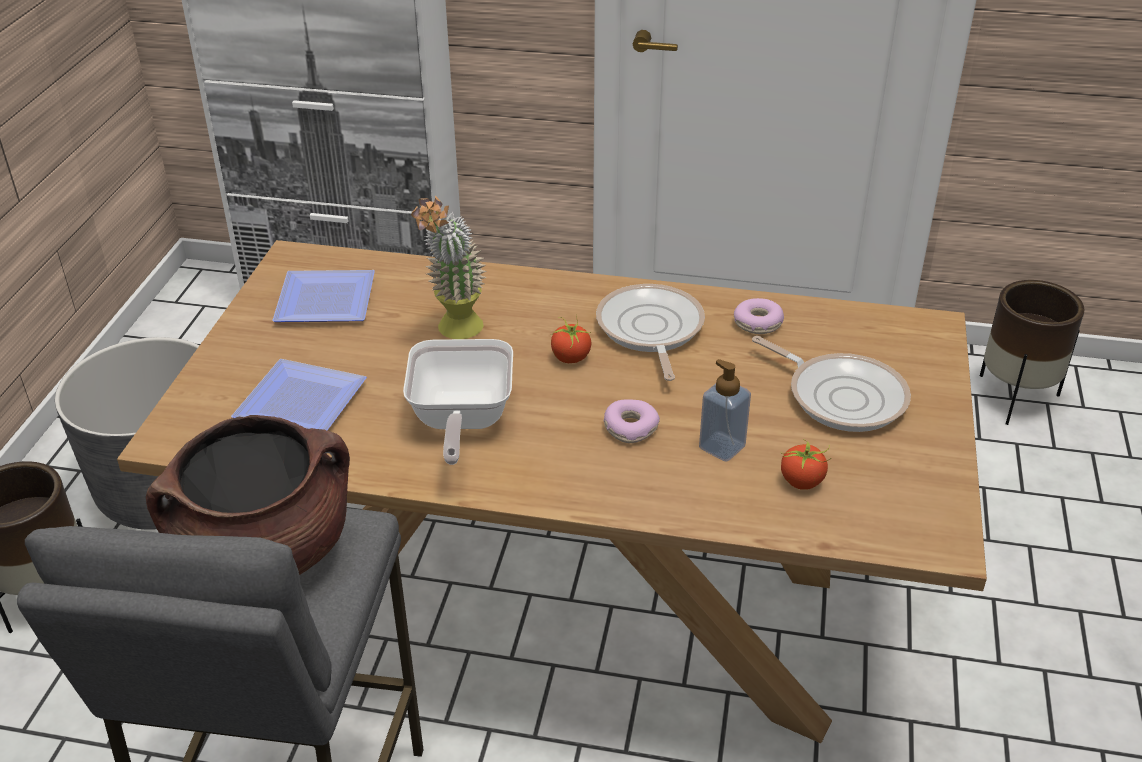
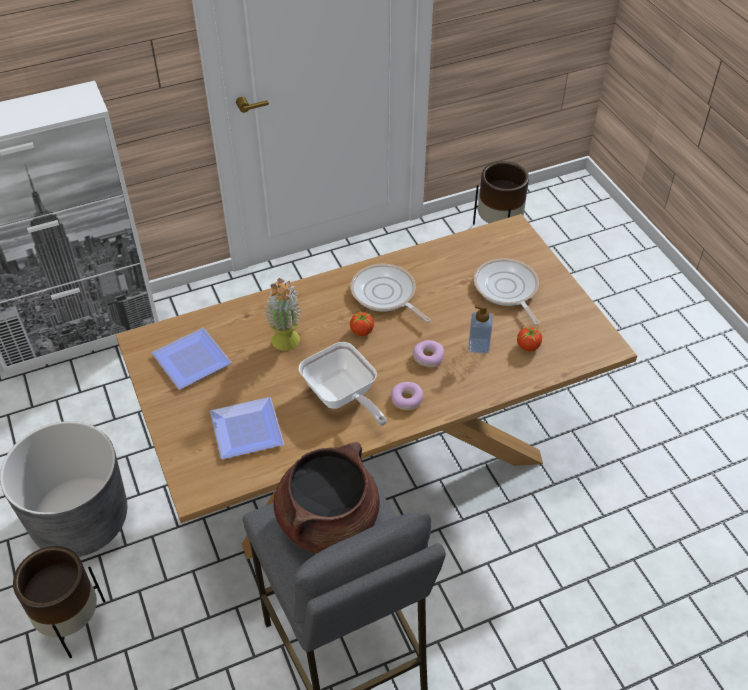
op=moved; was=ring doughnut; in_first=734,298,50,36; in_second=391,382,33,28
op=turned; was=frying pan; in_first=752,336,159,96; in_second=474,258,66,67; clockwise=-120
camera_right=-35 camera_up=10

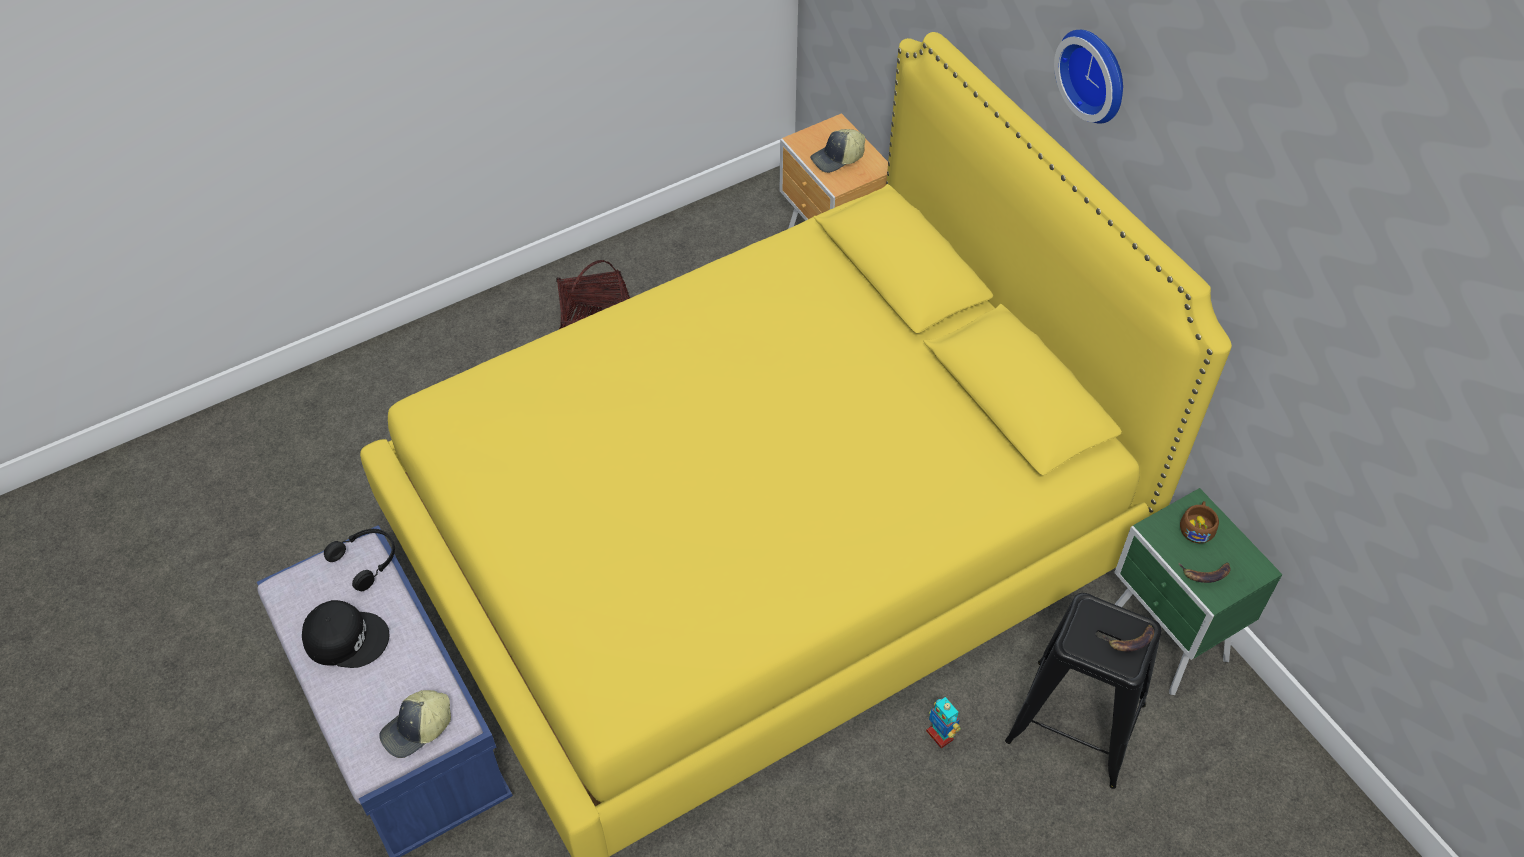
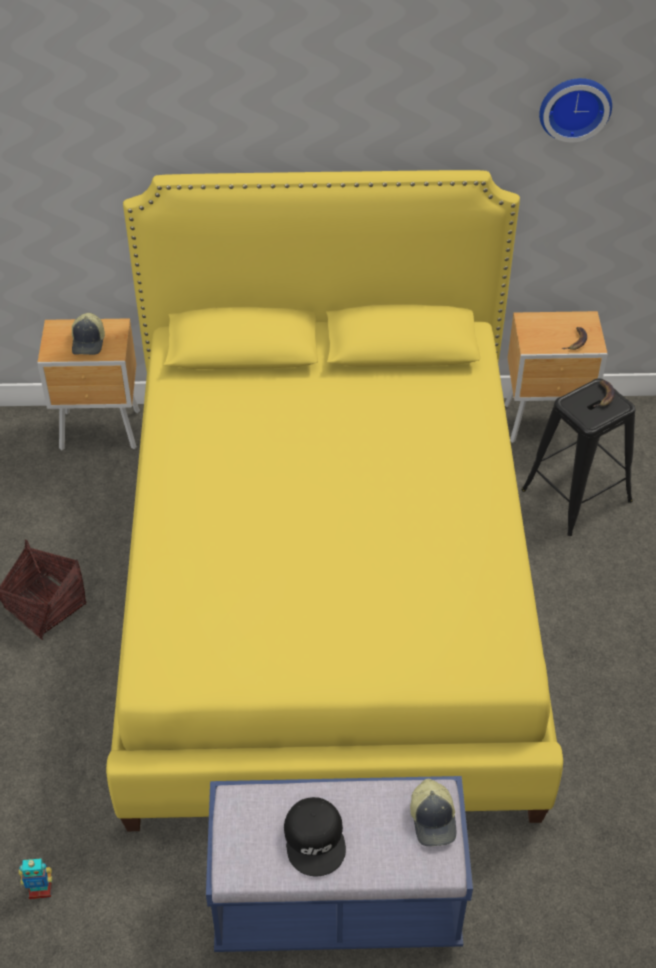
op=moved; was=clock on the wall; in_first=1054,30,69,94; in_second=539,78,73,64
op=recoloured; was=nightstand (green); now=nightstand (brown); in_first=1114,488,169,207; in_second=505,311,103,132
op=removed; was=cup (brown); in_first=1180,501,39,42
op=removed; was=headphones (black-coloured); in_first=324,529,71,62
op=turned; was=peaked cap (black-coloured); in_first=302,600,88,68; in_second=284,797,62,79; clockwise=135
op=moved; was=toy robot; in_first=926,697,35,51; in_second=19,858,33,41
camera_right=-60 camera_up=-5

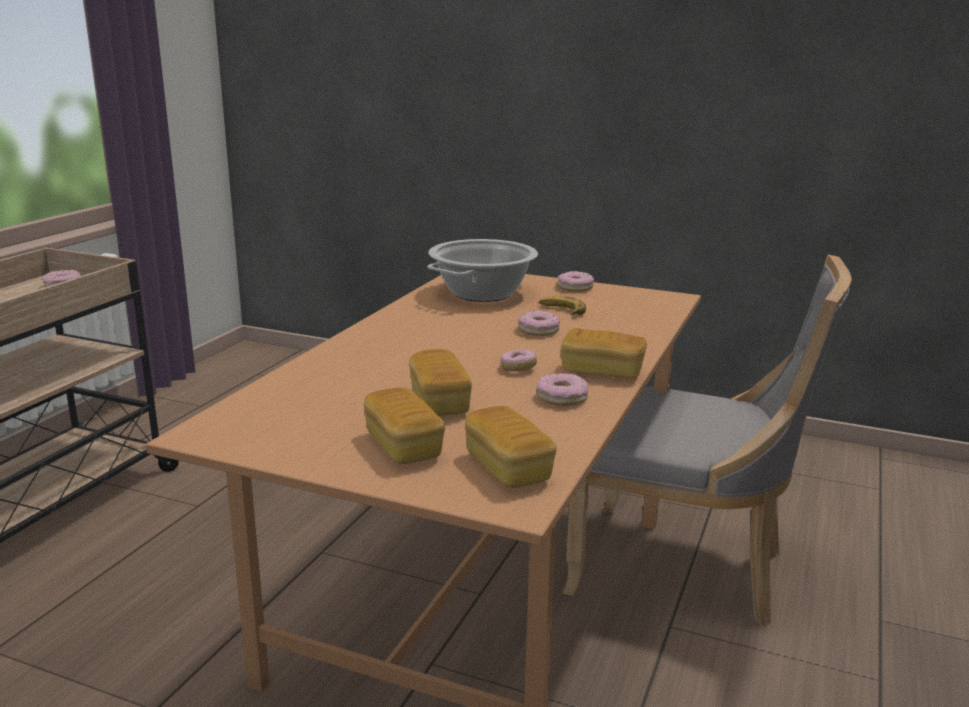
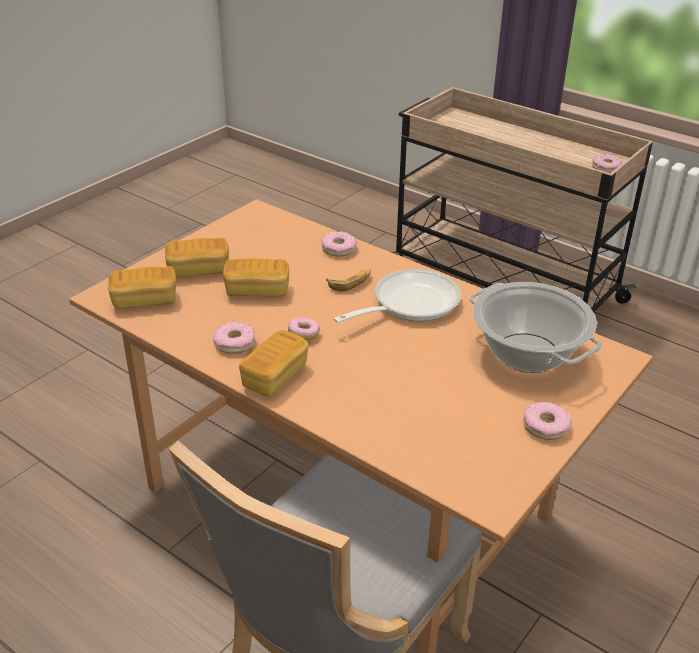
op=moved; was=banana; in_first=539,296,47,19; in_second=326,269,45,22
op=moved; was=ring doughnut; in_first=518,311,42,25; in_second=321,231,36,25
op=added; now=frying pan; in_second=334,269,127,54
camera_right=105 camera_up=15

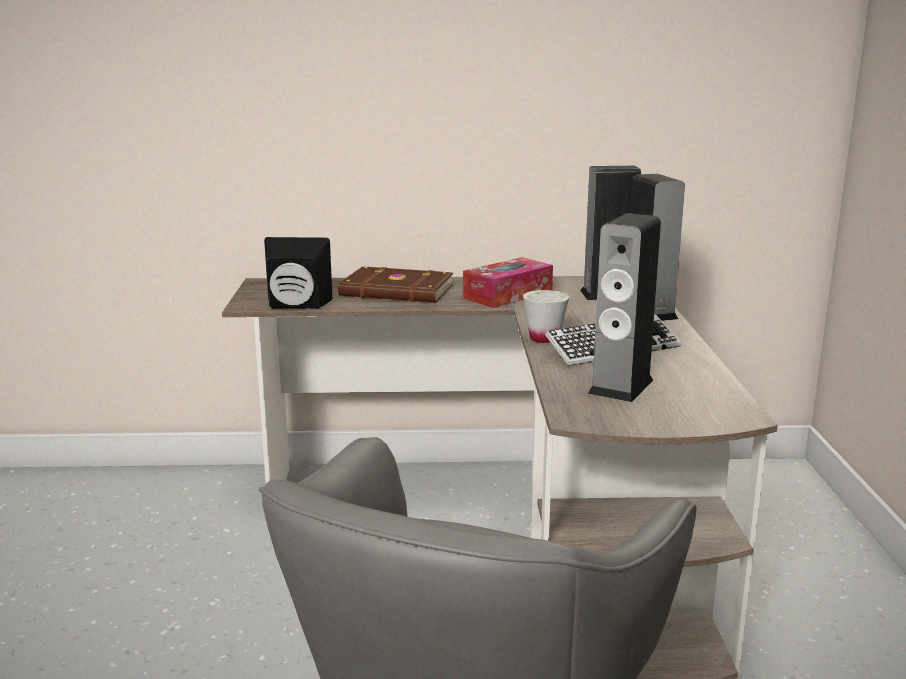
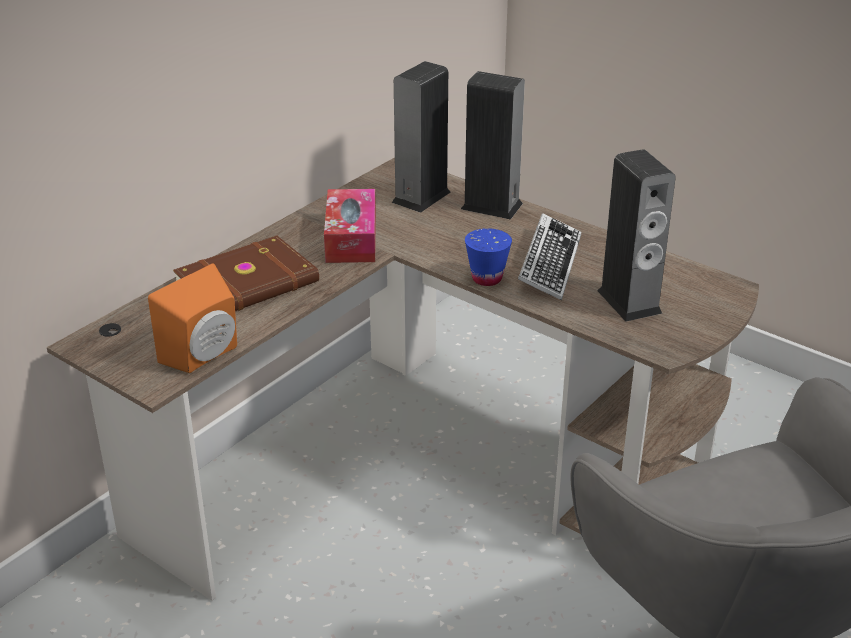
op=recoloured; was=audio speaker (black-coloured); now=audio speaker (orangey); in_first=264,237,68,72; in_second=148,263,89,110
op=recoloured; was=cup (white); now=cup (bluish); in_first=523,290,46,53; in_second=465,228,47,58
camera_right=-50 camera_up=15

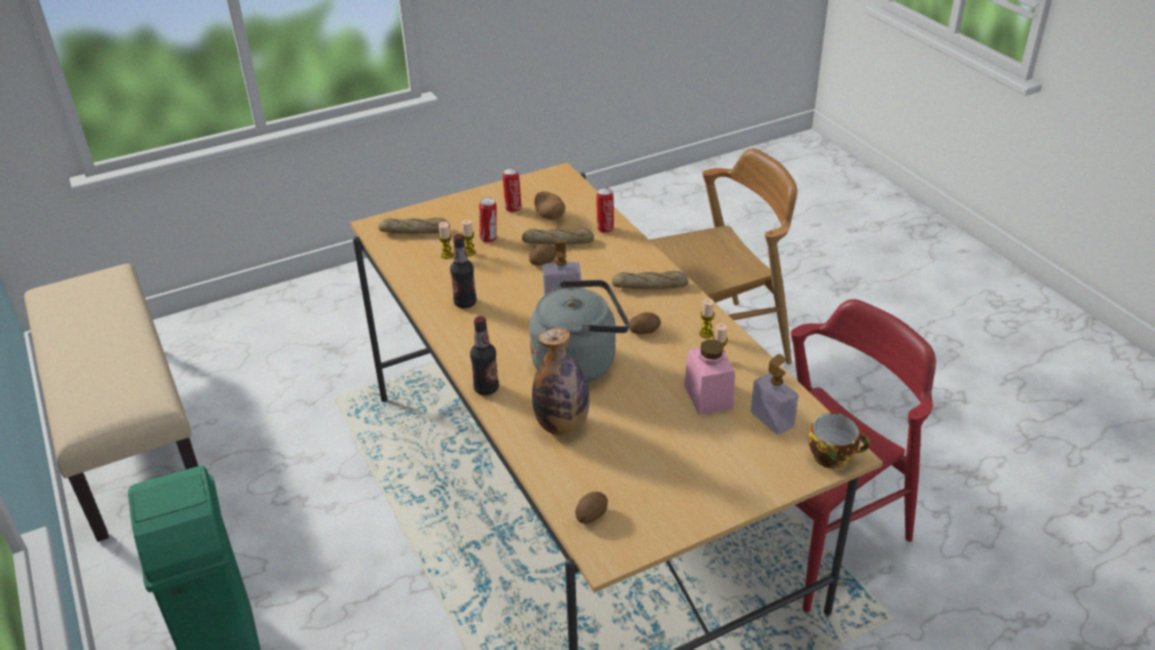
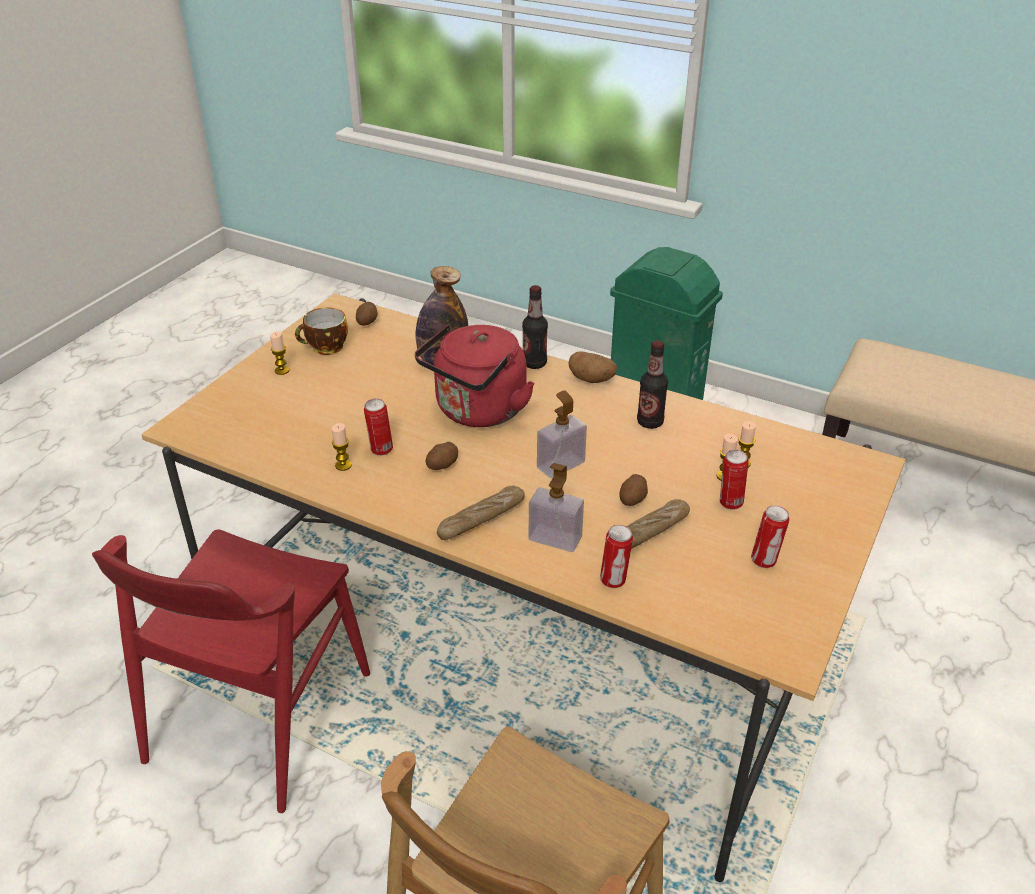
op=moved; was=potato; in_first=534,191,31,29; in_second=569,351,48,32
op=removed; was=bakery bread; in_first=378,217,72,17
op=recoloured; was=kettle (greyish); now=kettle (reddish); in_first=529,280,101,103; in_second=415,325,120,102
op=moved; was=wax candle; in_first=700,298,15,40; in_second=270,331,19,44
op=removed; was=preserve jar (pinkish); in_first=684,339,51,76
op=moved; was=liquid soap bottle; in_first=751,354,47,81; in_second=529,463,55,89
op=moved; was=cup; in_first=808,413,62,56; in_second=295,307,53,48
op=added; now=metal can; in_second=364,398,29,58
camera_right=145 camera_up=0

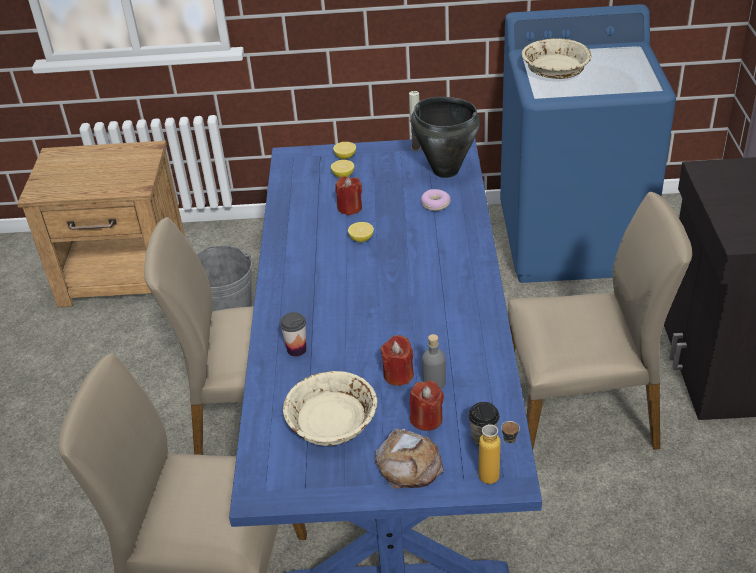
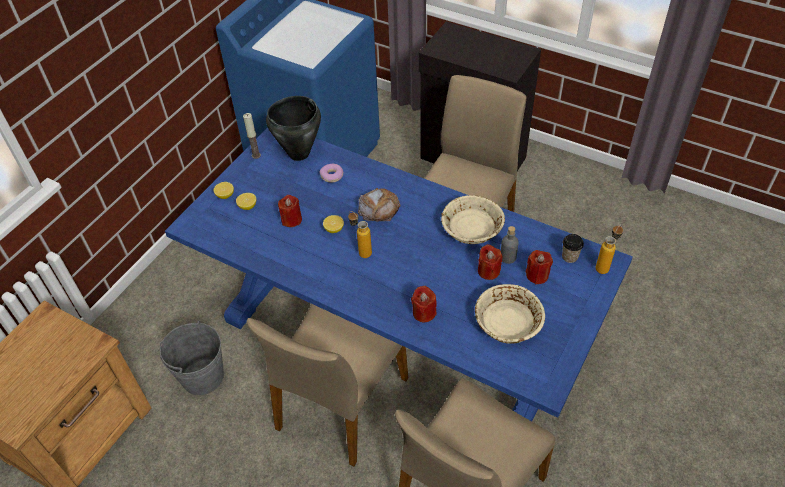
op=moved; was=bowl (sand-coloured); in_first=522,38,69,41; in_second=441,195,64,49
op=replaced; was=cup; now=wax candle (reddish); in_first=280,312,26,45; in_second=411,286,26,37
op=moved; was=bakery bread; in_first=374,428,70,61; in_second=358,188,42,34
op=added; now=beverage bottle; in_second=348,211,24,47
camera_right=-60 camera_up=10

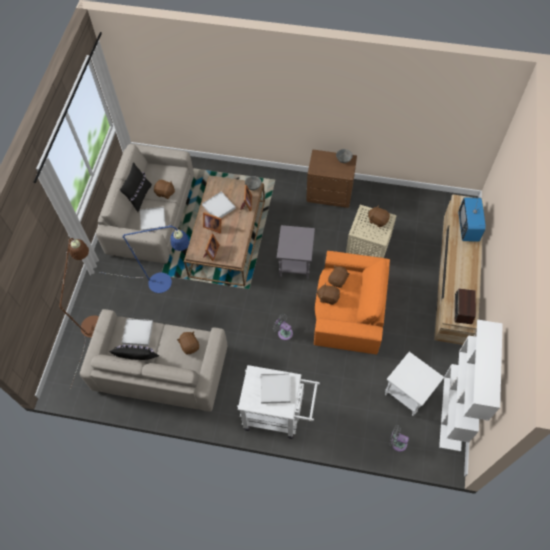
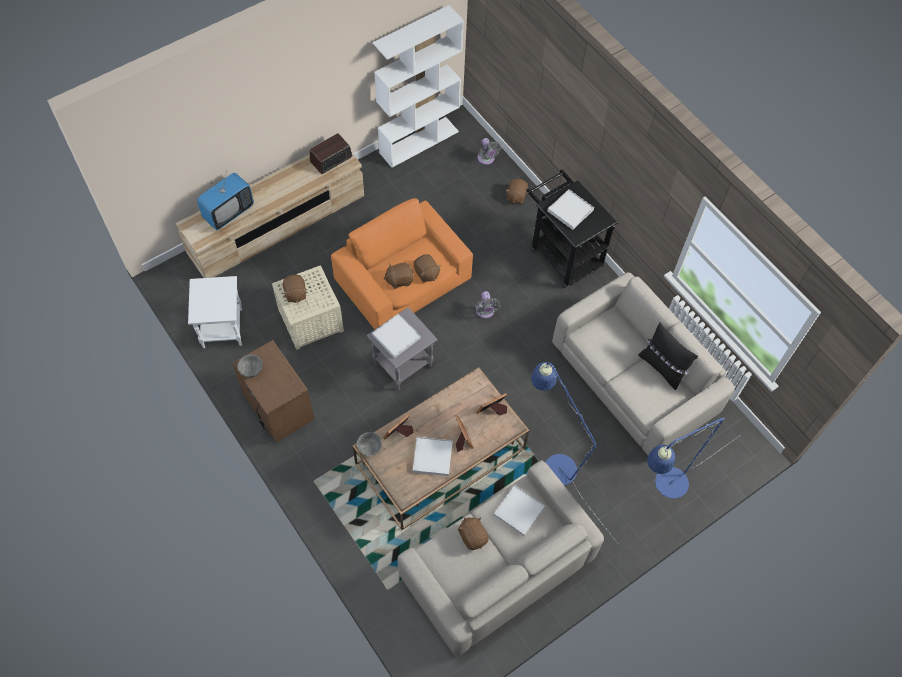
op=removed; was=pillow (black-coloured); in_first=120,162,32,50
op=recoloured; was=standing lamp (brown); now=standing lamp (bluish); in_first=59,238,40,148; in_second=647,418,94,81
op=moved; was=serving tray (white); in_first=122,318,31,28; in_second=372,313,49,45
op=moved; was=soft toy (brown); in_first=177,332,22,23; in_second=506,179,22,25
op=moved; was=accent table (white); in_first=385,352,59,64; in_second=188,276,54,72
op=recoloured; was=wheeled cart (white); now=wheeled cart (black-coloured); in_first=237,365,83,74; in_second=527,169,91,119
camera_right=-140 camera_up=0

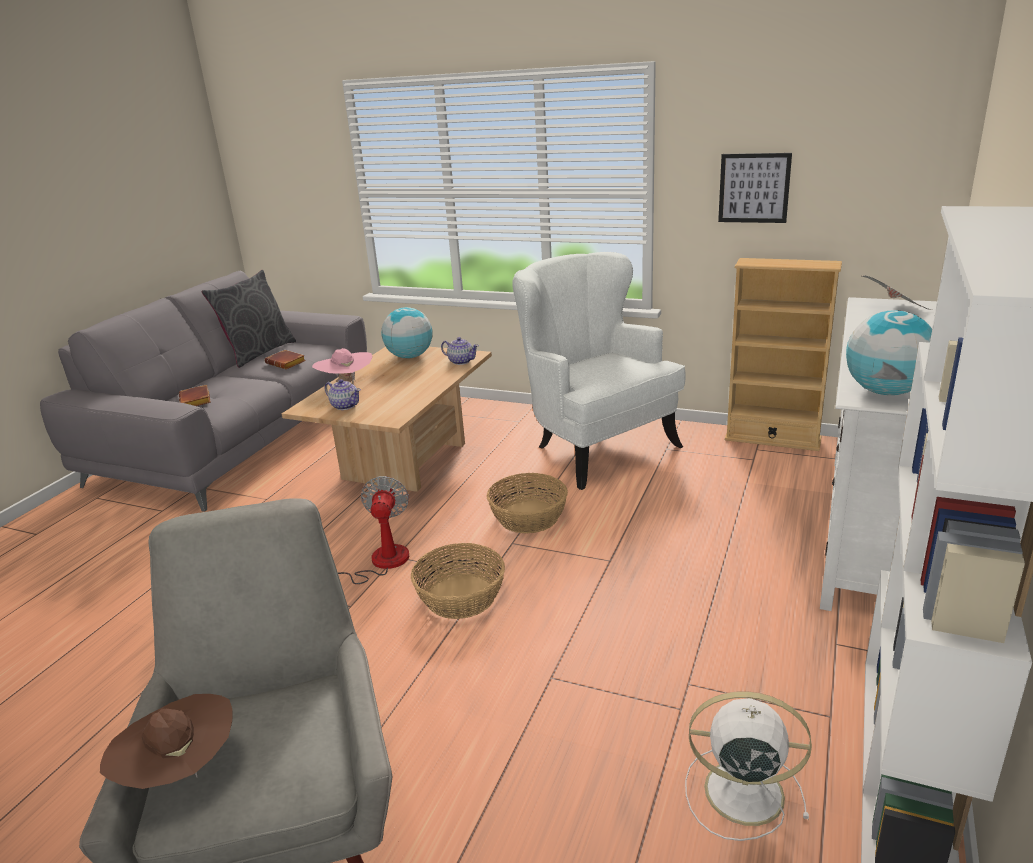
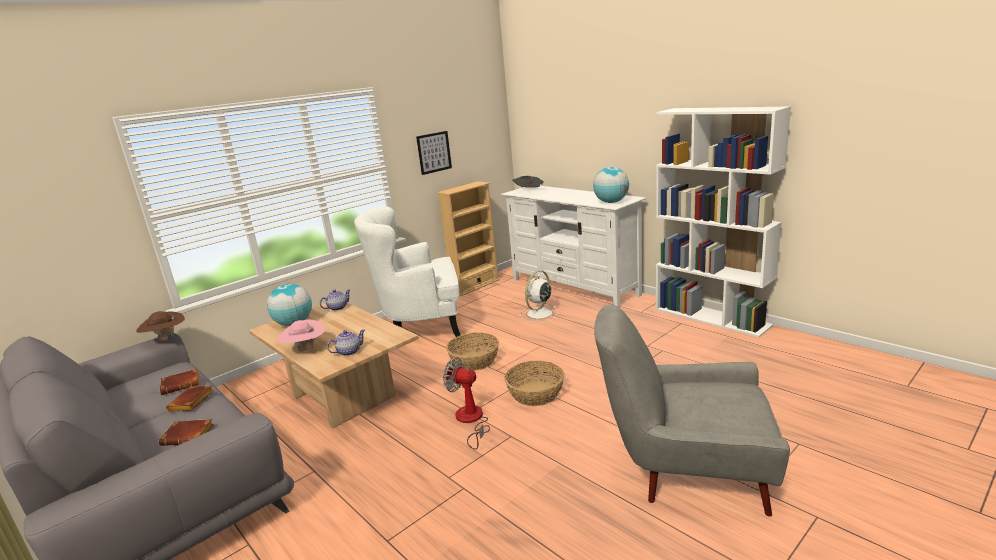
op=removed; was=pillow (greyish); in_first=202,270,94,98
op=moved; was=cooling fan (white); in_first=685,691,127,150; in_second=520,271,37,52
op=moved; was=clothing hat (brown); in_first=100,694,133,95; in_second=136,311,49,30
op=added; now=book (brown); in_second=166,385,48,27
camera_right=-65 camera_up=-5

